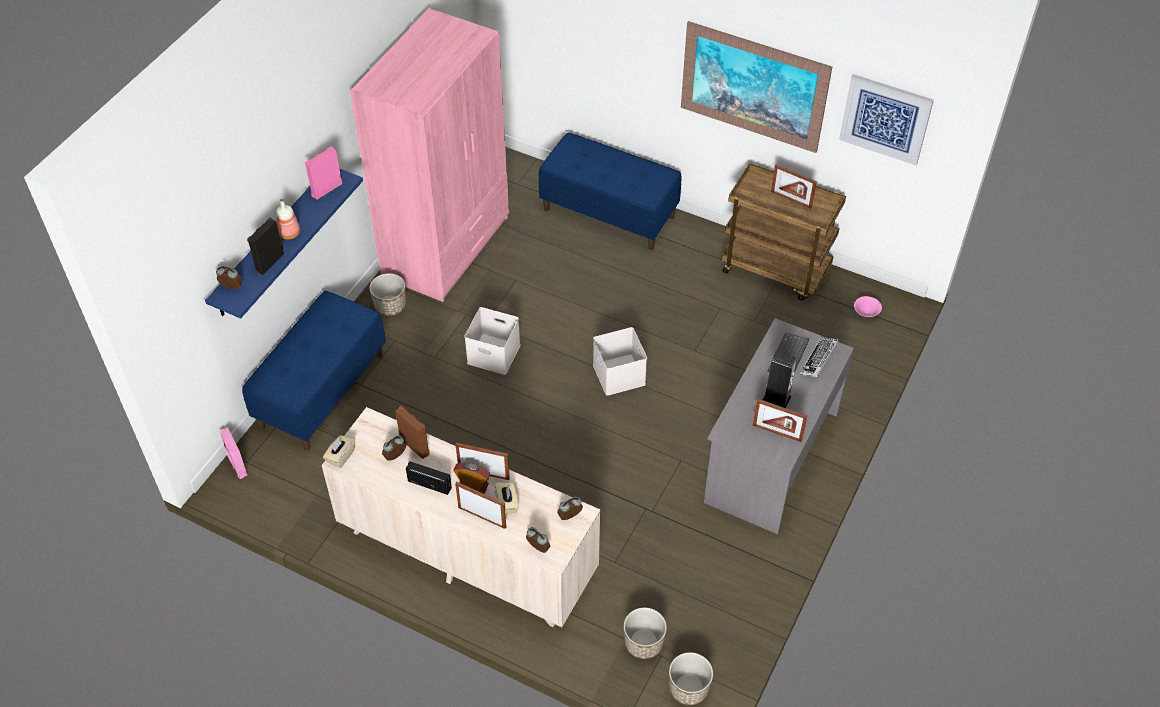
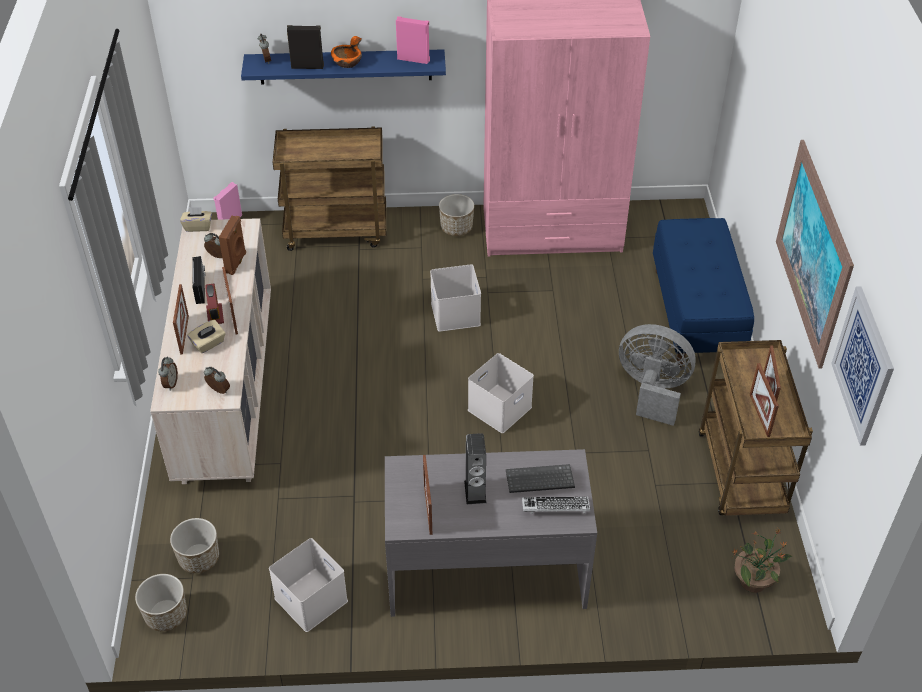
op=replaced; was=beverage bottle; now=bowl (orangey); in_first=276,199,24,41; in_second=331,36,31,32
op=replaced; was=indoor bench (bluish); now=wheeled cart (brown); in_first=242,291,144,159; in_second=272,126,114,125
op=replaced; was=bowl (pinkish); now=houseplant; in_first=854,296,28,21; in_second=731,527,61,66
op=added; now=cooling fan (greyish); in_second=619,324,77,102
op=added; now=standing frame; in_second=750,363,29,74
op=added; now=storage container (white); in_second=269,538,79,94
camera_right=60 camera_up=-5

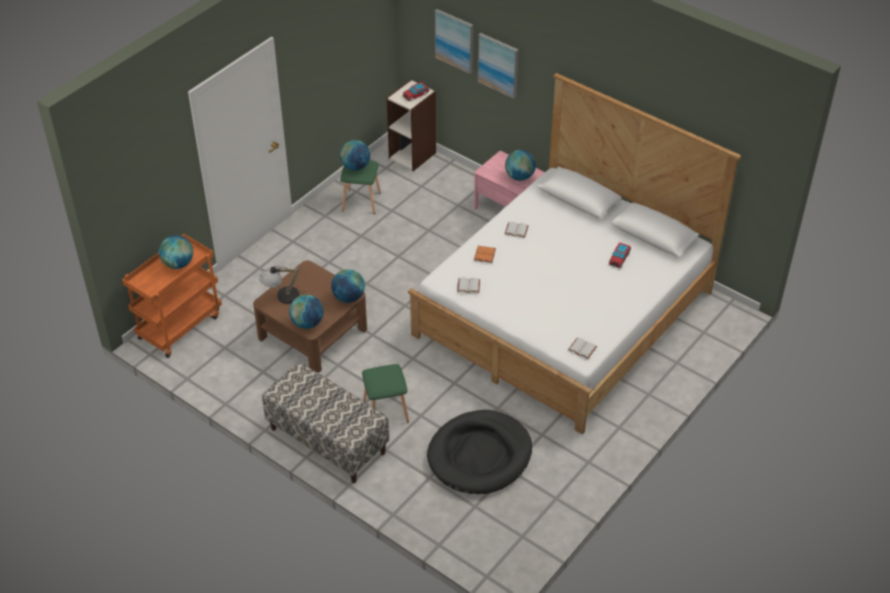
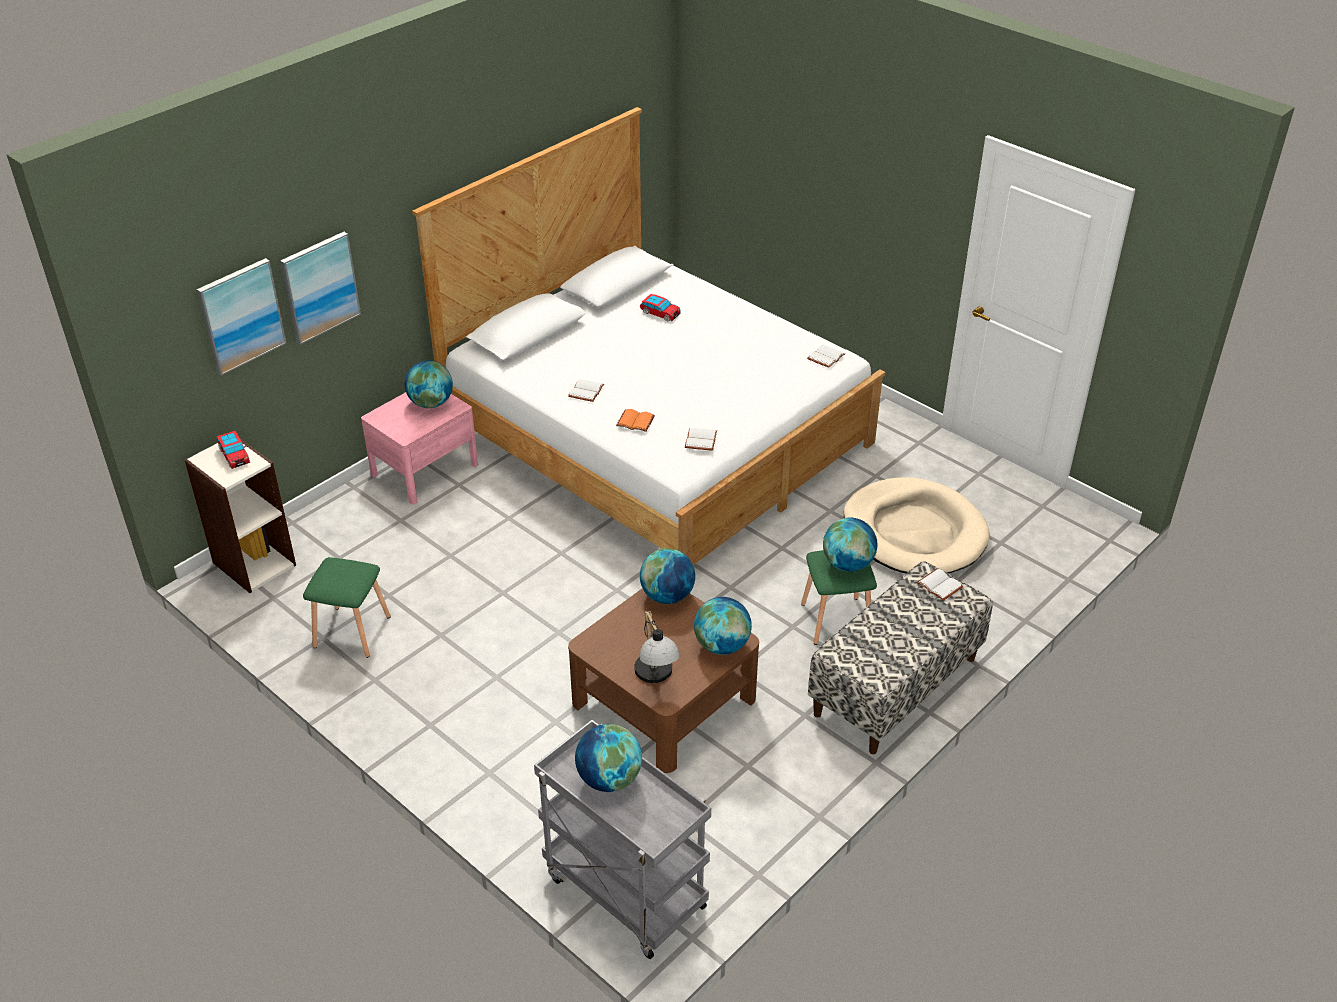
op=moved; was=globe; in_first=340,140,30,31; in_second=823,518,54,54
op=recoloured; was=wheeled cart (orangey); now=wheeled cart (greyish); in_first=122,234,100,124; in_second=534,720,177,239
op=recoloured; was=dog bed (black-coloured); now=dog bed (sand-coloured); in_first=427,410,105,84; in_second=844,477,146,97
op=added; now=book (white); in_second=917,569,46,32
camera_right=-85 camera_up=-5

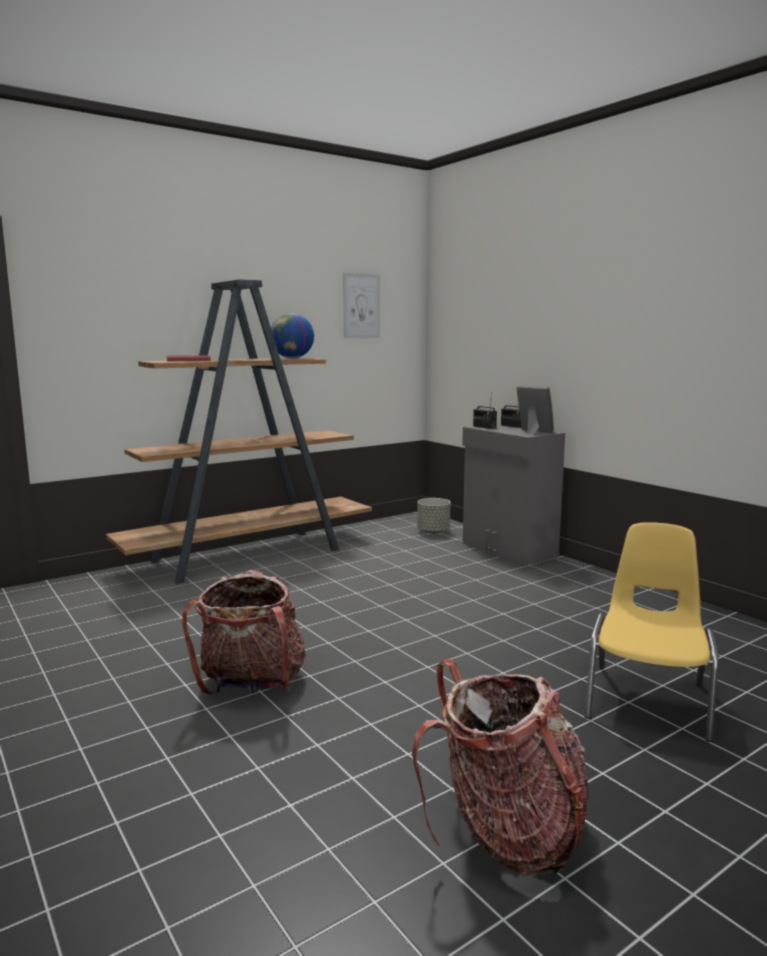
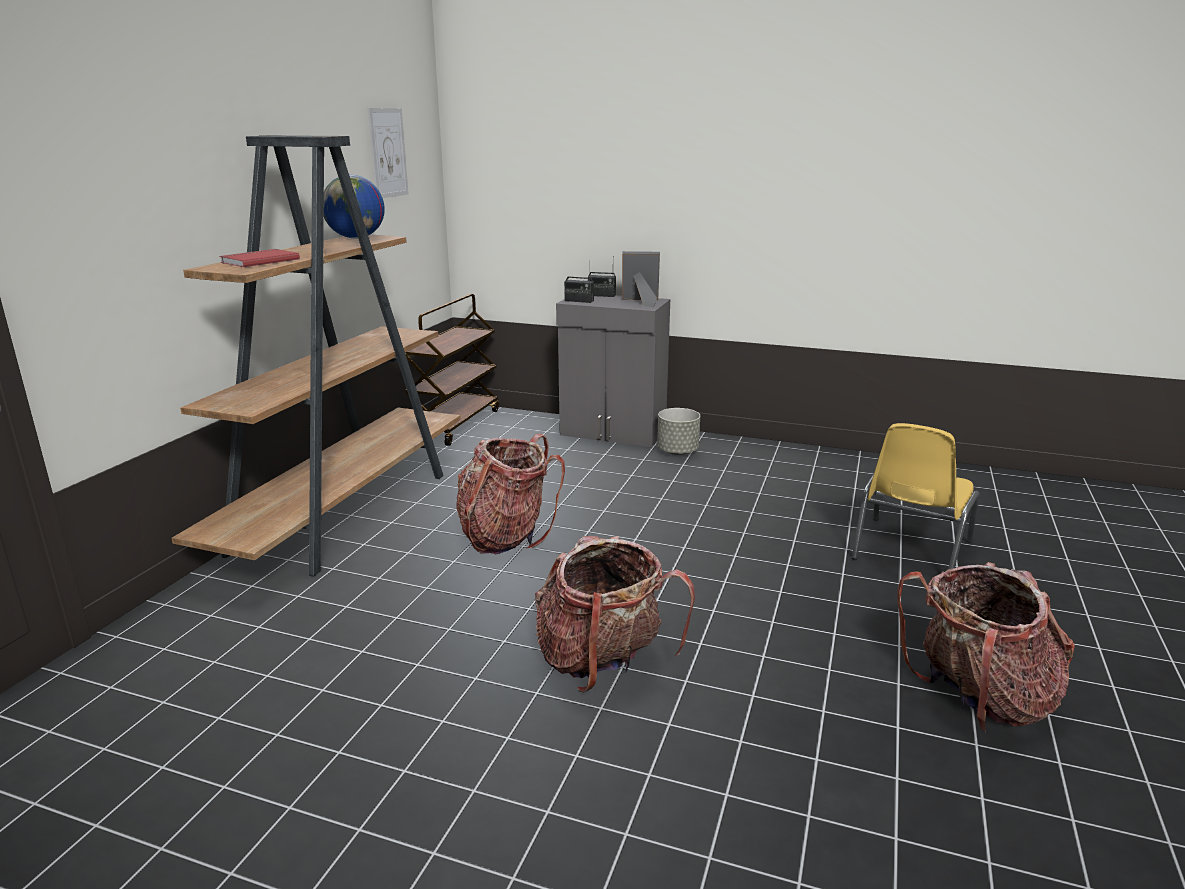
op=moved; was=planter (greyish); in_first=417,498,33,36; in_second=657,408,43,47
op=turned; was=plain chair (yellow-coloured); in_first=584,522,134,220; in_second=852,423,127,147; clockwise=-135
op=added; now=wheeled cart (brown); in_second=405,294,94,152
op=added; now=backpack; in_second=456,434,109,121
camera_right=-35 camera_up=10

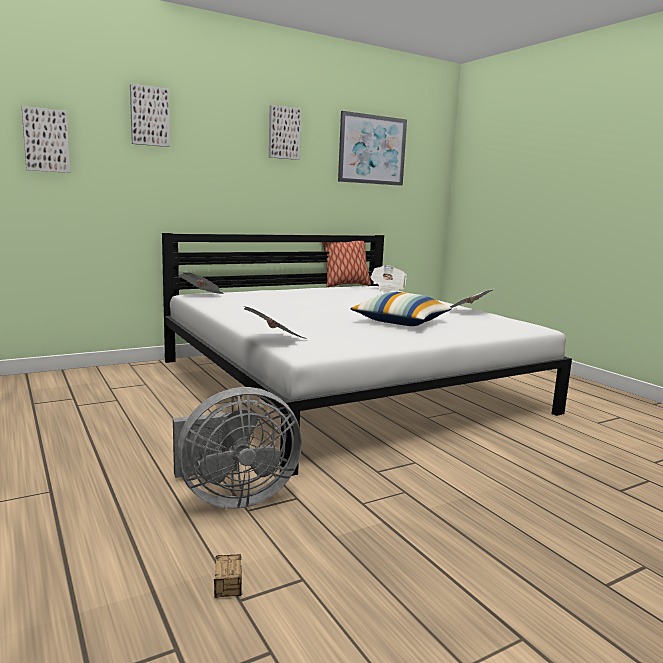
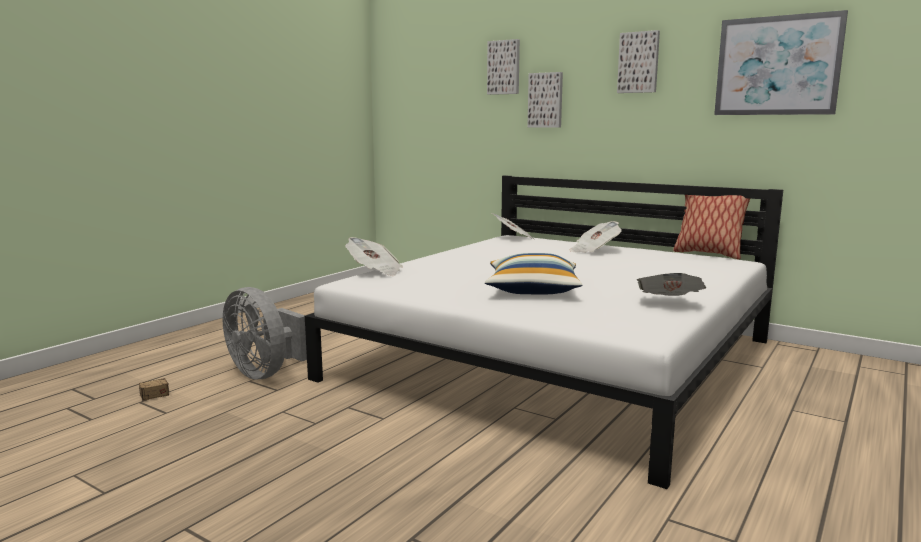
op=moved; was=wall picture; in_first=22,106,48,67; in_second=527,72,36,56
op=moved; was=newspaper; in_first=370,265,37,27; in_second=570,221,52,32
camera_right=65 camera_up=0

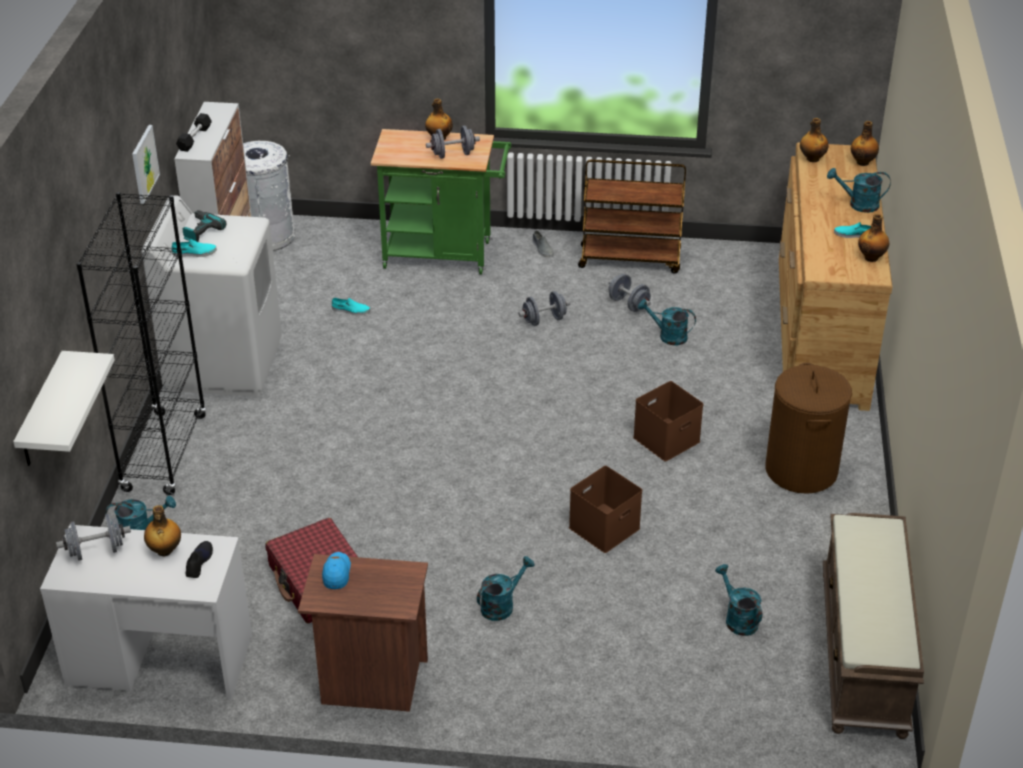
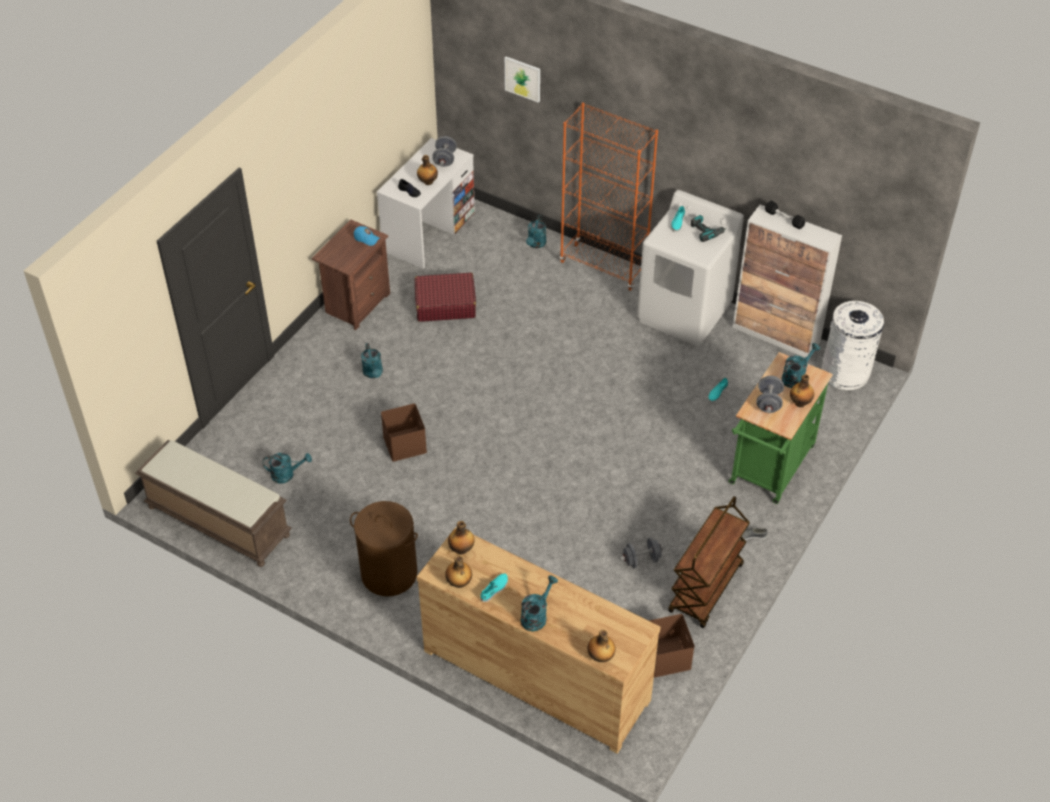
op=moved; was=beverage bottle; in_first=800,118,29,44; in_second=448,521,27,34
op=moved; was=wall picture; in_first=132,125,28,79; in_second=505,57,35,46
op=recoloured; was=bookcase (black-coloured); now=bookcase (orangey); in_first=76,192,131,303; in_second=560,102,98,189
op=removed; was=free weight (greyish); in_first=519,291,52,35
op=moved; was=watering can (turquoise-coloured); in_first=638,299,58,46; in_second=782,343,38,45
op=removed; was=bracket shelf (white); in_first=13,351,102,115
op=moved; was=storage container (brown); in_first=633,381,70,80; in_second=649,614,46,64
camera_right=115 camera_up=10

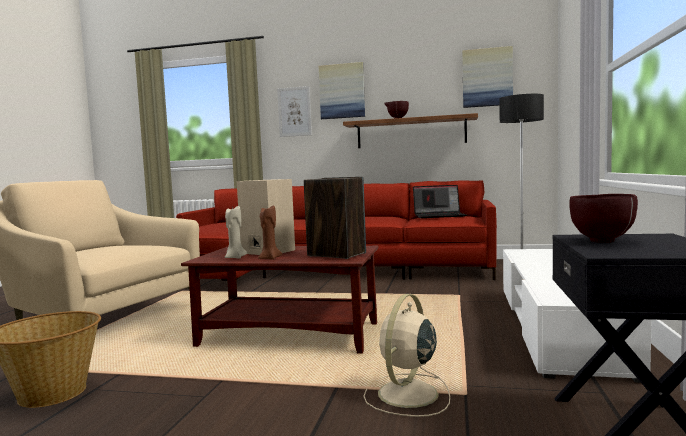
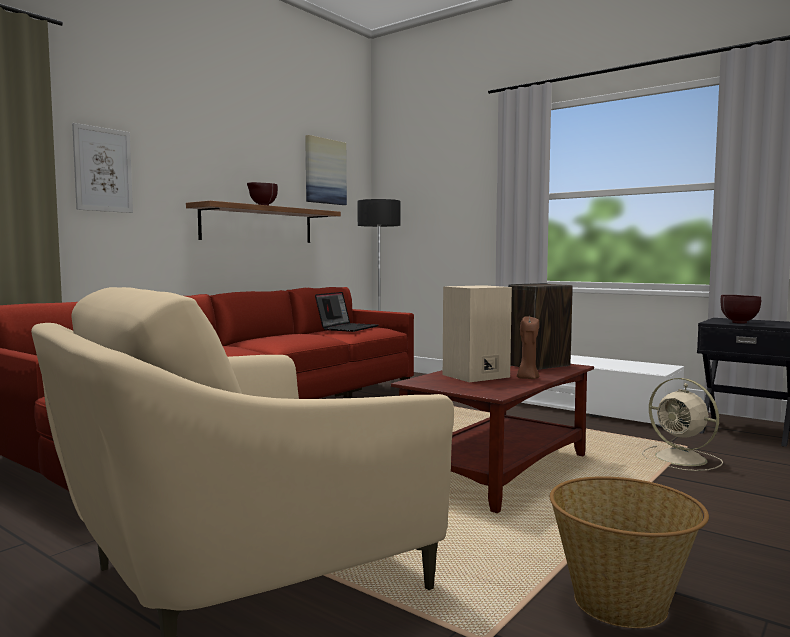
op=removed; was=wall picture; in_first=319,62,46,57
op=removed; was=wax candle (sand-coloured); in_first=225,206,22,53
camera_right=-65 camera_up=0

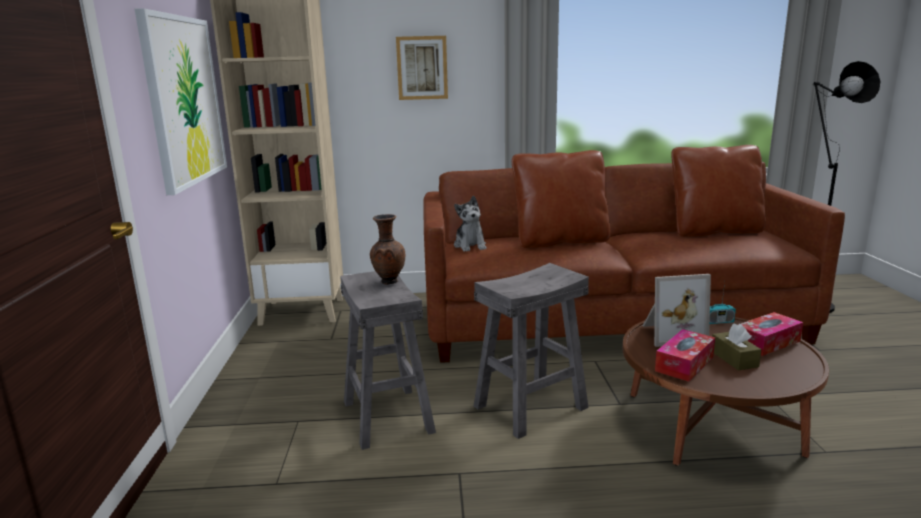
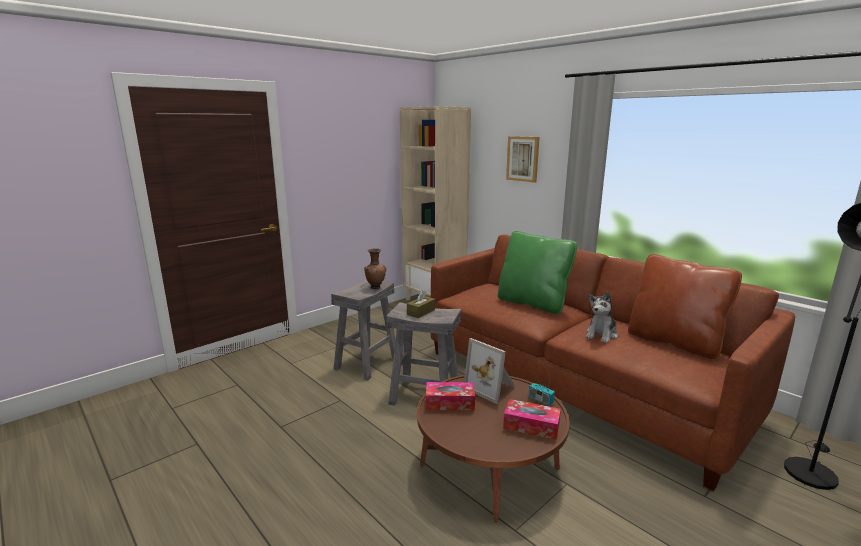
op=removed; was=wall picture; in_first=135,8,92,187
op=recoloured; was=pillow (brown); now=pillow (green); in_first=512,150,99,98; in_second=498,231,79,83
op=moved; was=soft toy; in_first=454,196,33,56; in_second=586,292,32,51
op=moved; was=tissue box (brown); in_first=712,324,49,46; in_second=407,290,28,28
camera_right=50 camera_up=0

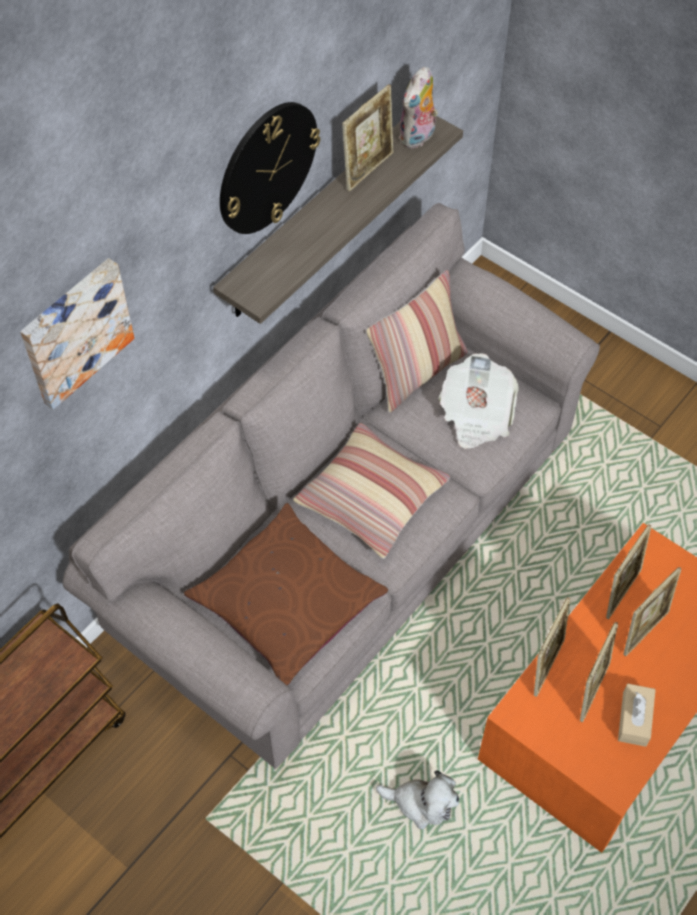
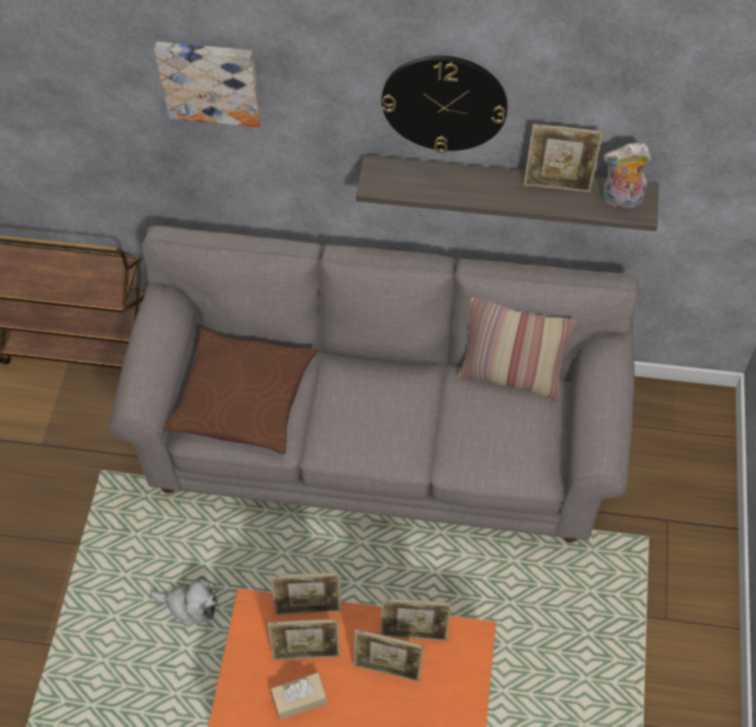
op=removed; was=newspaper; in_first=439,353,80,96
op=removed; was=pillow; in_first=293,423,157,136
op=turned; was=soft toy; in_first=376,770,83,59; in_second=150,576,68,51; clockwise=-60
camera_right=60 camera_up=0

